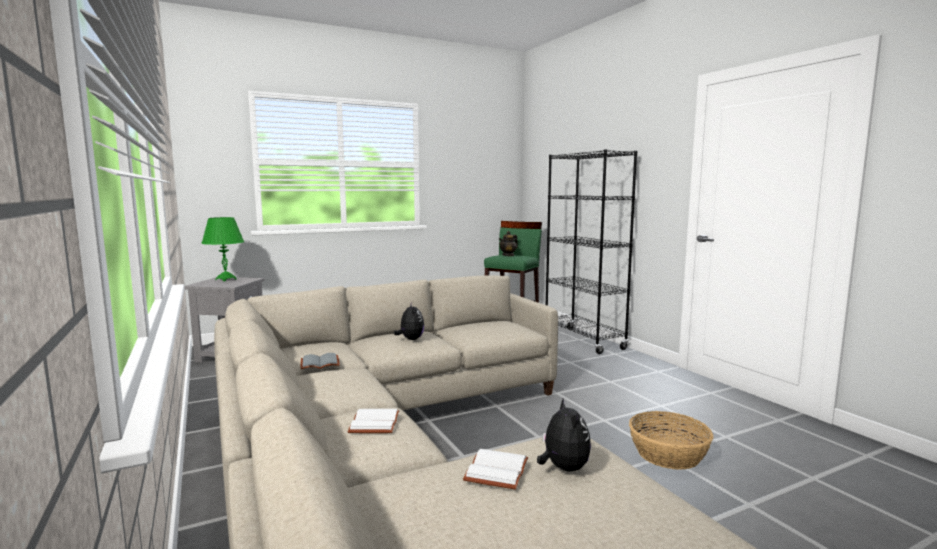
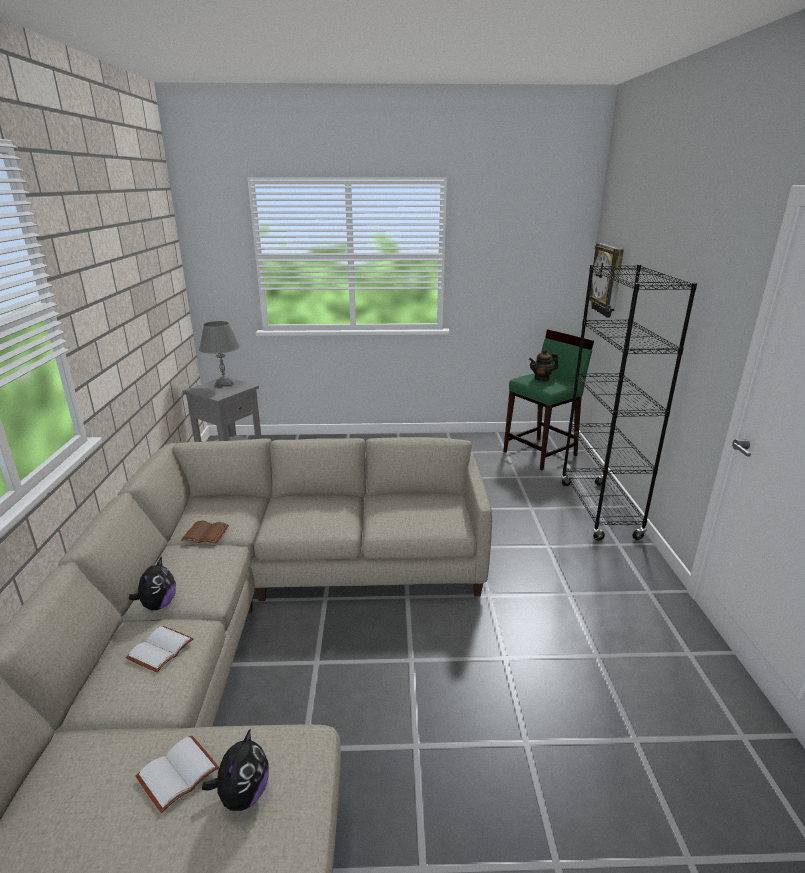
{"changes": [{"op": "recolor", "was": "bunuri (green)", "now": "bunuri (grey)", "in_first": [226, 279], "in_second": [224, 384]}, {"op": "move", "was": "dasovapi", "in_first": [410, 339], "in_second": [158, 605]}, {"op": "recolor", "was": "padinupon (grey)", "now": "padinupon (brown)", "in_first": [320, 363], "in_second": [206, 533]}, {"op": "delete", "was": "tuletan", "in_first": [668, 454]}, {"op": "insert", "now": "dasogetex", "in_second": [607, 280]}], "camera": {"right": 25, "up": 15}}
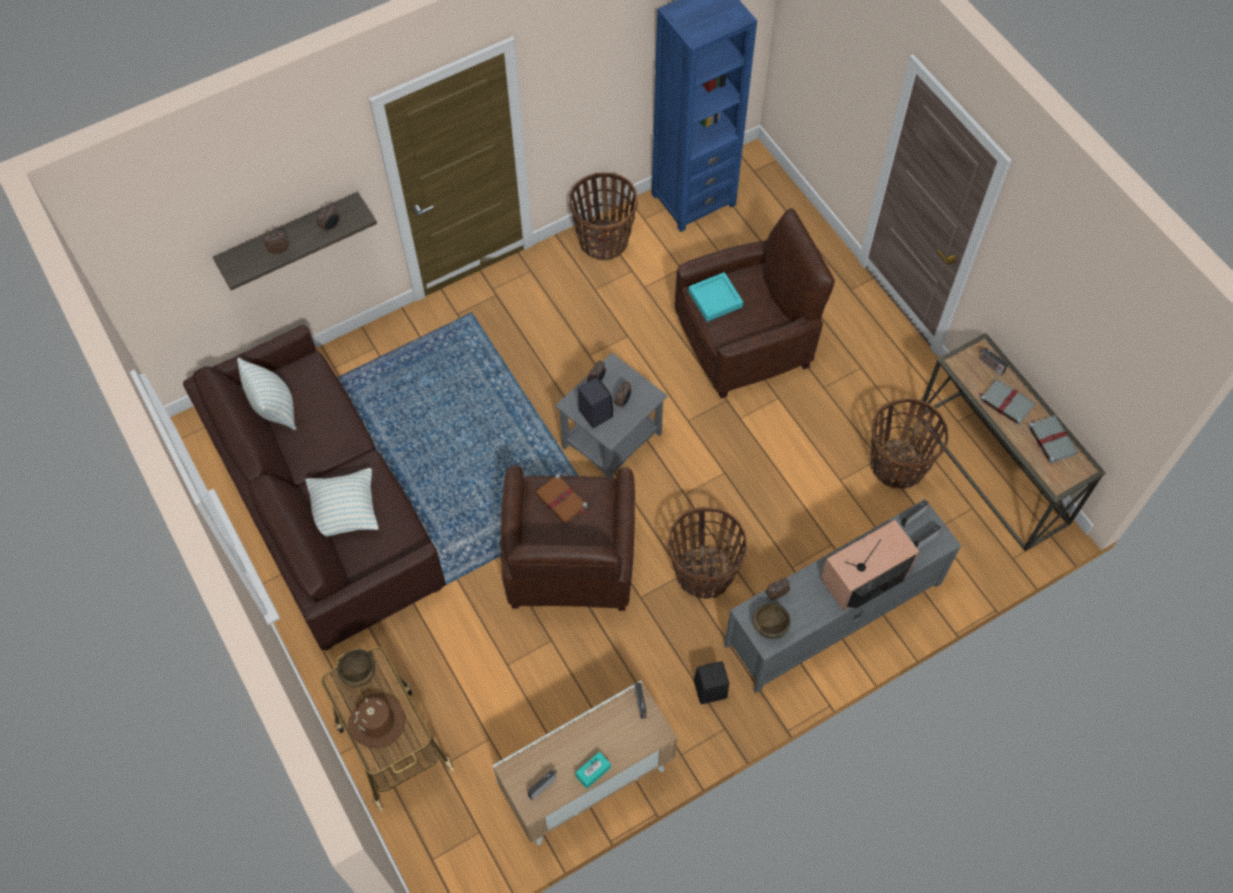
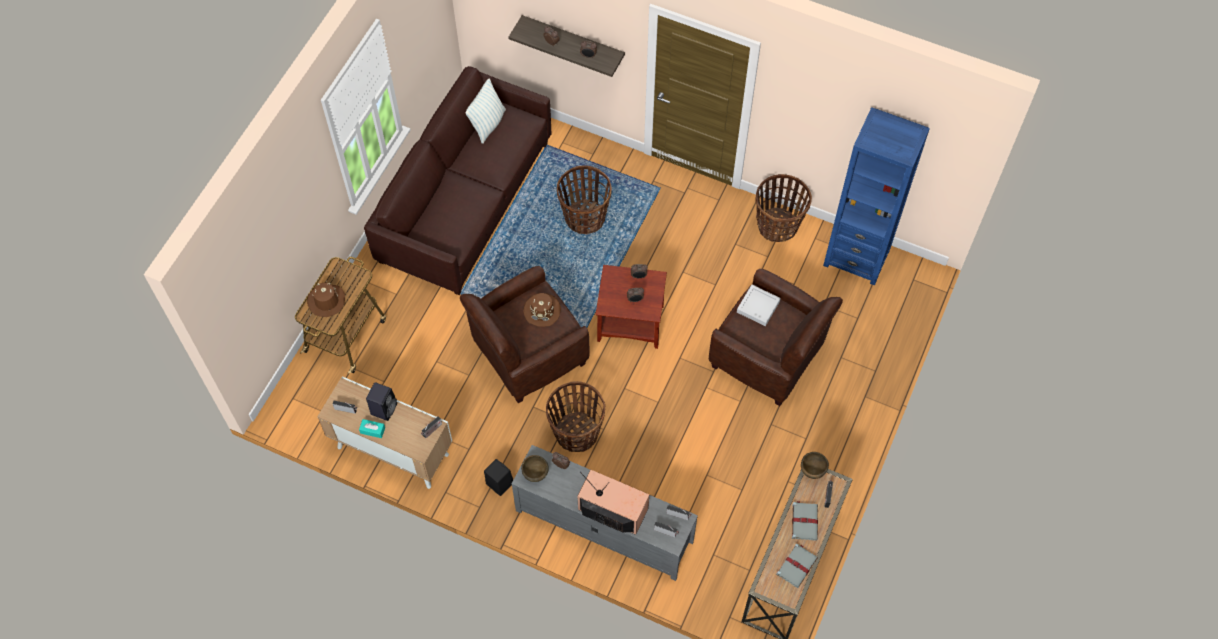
{"changes": [{"op": "recolor", "was": "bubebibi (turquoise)", "now": "bubebibi (grey)", "in_first": [715, 299], "in_second": [758, 307]}, {"op": "recolor", "was": "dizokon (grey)", "now": "dizokon (brown)", "in_first": [611, 440], "in_second": [630, 322]}, {"op": "move", "was": "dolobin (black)", "in_first": [594, 412], "in_second": [384, 408]}, {"op": "move", "was": "tuletan", "in_first": [897, 465], "in_second": [584, 217]}, {"op": "delete", "was": "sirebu", "in_first": [345, 512]}, {"op": "replace", "was": "padinupon (brown)", "now": "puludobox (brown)", "in_first": [562, 501], "in_second": [542, 310]}, {"op": "move", "was": "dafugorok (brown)", "in_first": [360, 675], "in_second": [812, 471]}], "camera": {"right": 55, "up": 0}}
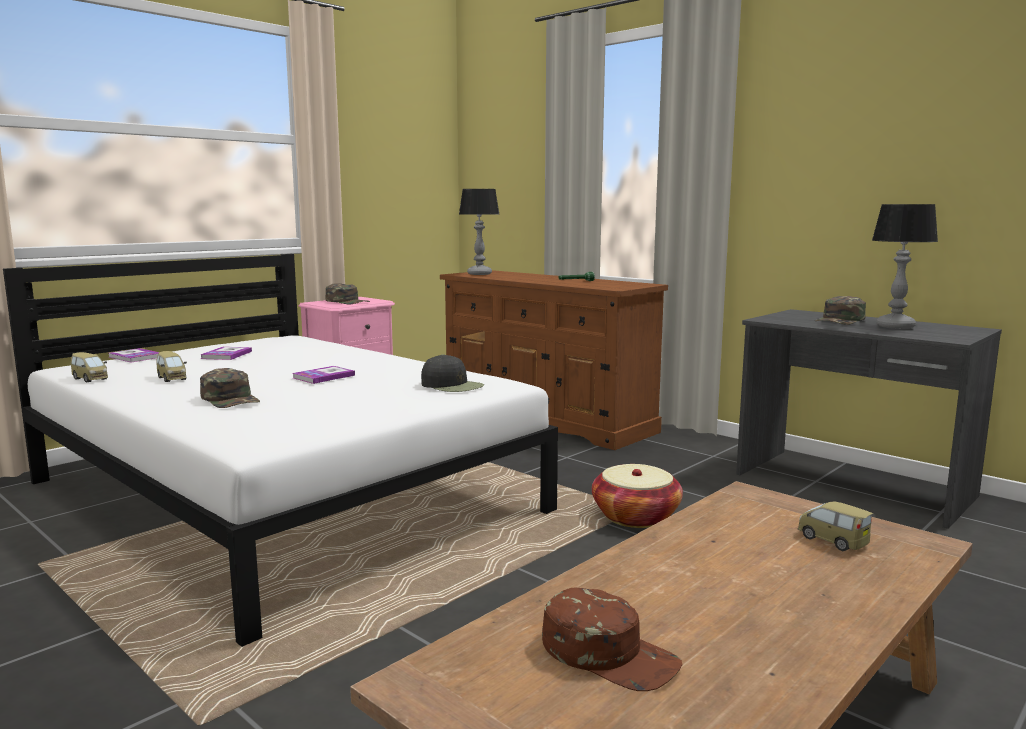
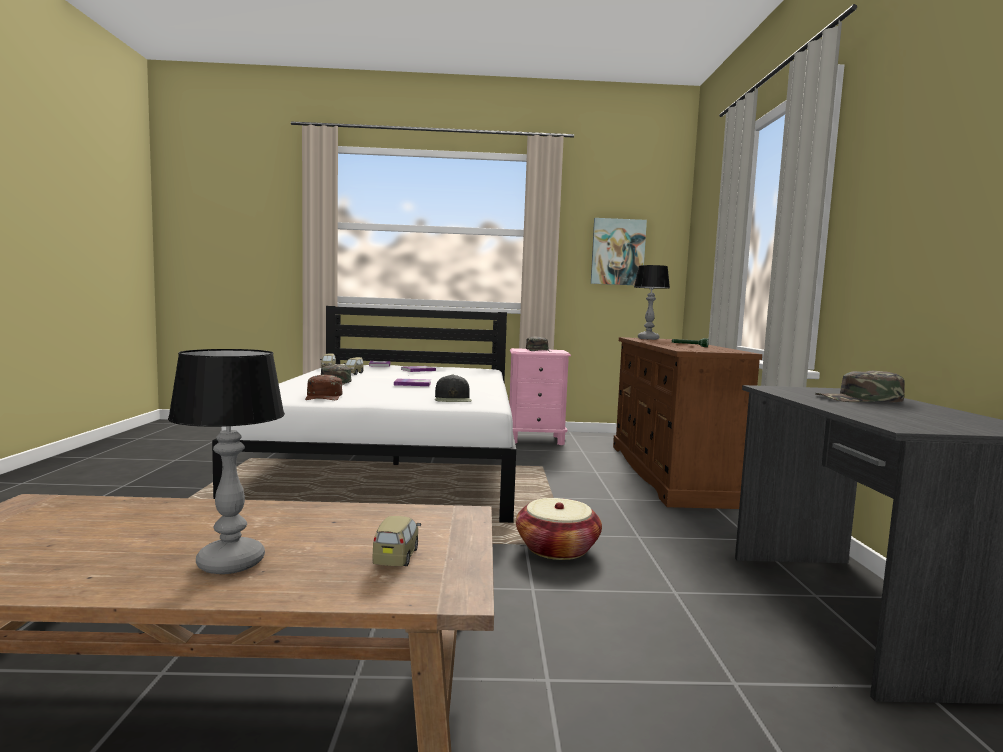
{"changes": [{"op": "move", "was": "bunuri", "in_first": [895, 326], "in_second": [229, 563]}, {"op": "move", "was": "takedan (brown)", "in_first": [609, 654], "in_second": [324, 397]}, {"op": "insert", "now": "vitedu", "in_second": [617, 252]}], "camera": {"right": 45, "up": -5}}
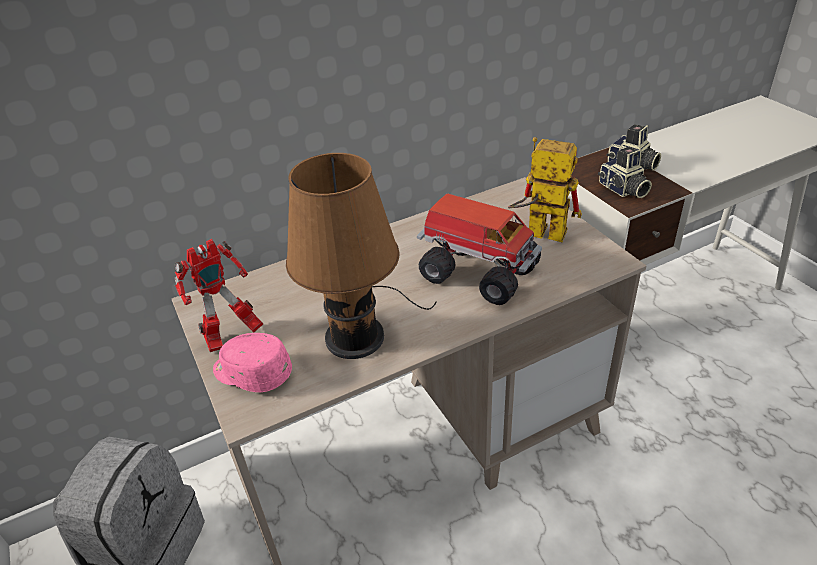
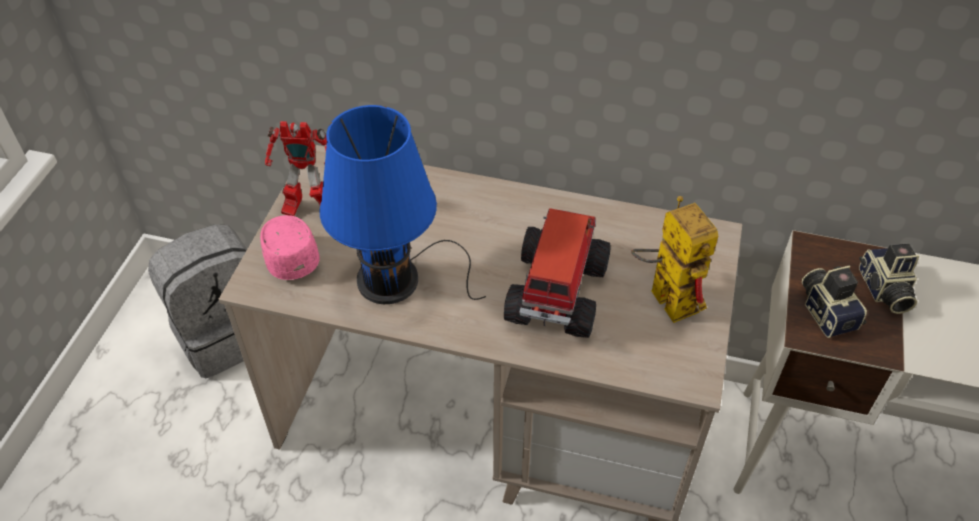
{"changes": [{"op": "rotate", "was": "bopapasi", "in_first": [623, 190], "in_second": [827, 311], "clockwise": 150}, {"op": "recolor", "was": "bunuri (brown)", "now": "bunuri (blue)", "in_first": [359, 333], "in_second": [395, 278]}, {"op": "rotate", "was": "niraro", "in_first": [477, 272], "in_second": [555, 294], "clockwise": -150}], "camera": {"right": 40, "up": 10}}
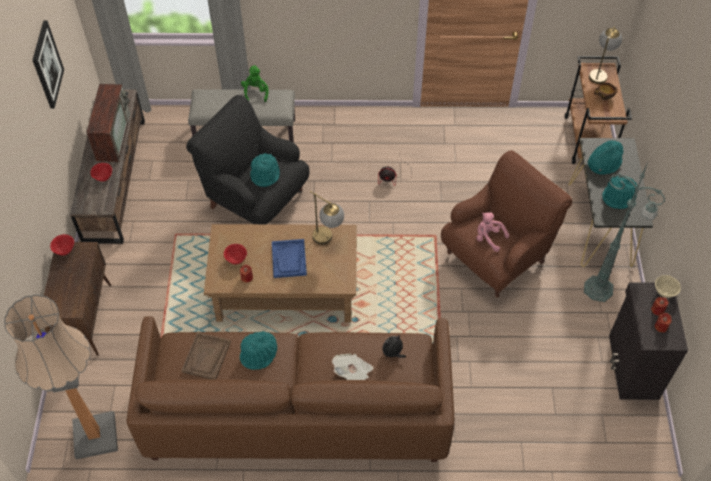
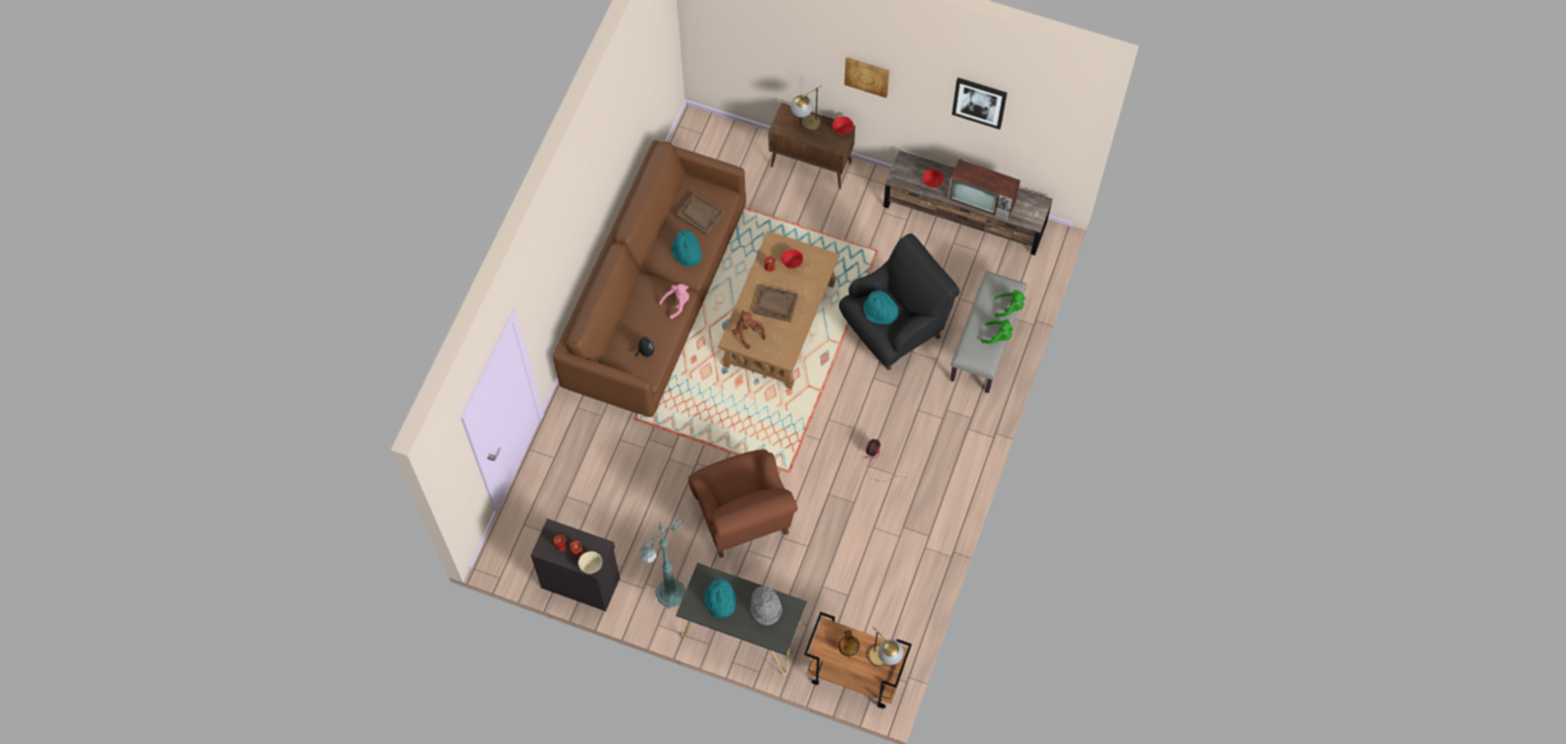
{"changes": [{"op": "recolor", "was": "puludobox (turquoise)", "now": "puludobox (grey)", "in_first": [604, 163], "in_second": [766, 607]}, {"op": "move", "was": "bunuri", "in_first": [328, 240], "in_second": [805, 126]}, {"op": "move", "was": "dasovapi (pink)", "in_first": [488, 238], "in_second": [677, 303]}, {"op": "recolor", "was": "bubebibi (blue)", "now": "bubebibi (brown)", "in_first": [289, 259], "in_second": [775, 304]}, {"op": "delete", "was": "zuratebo", "in_first": [95, 436]}, {"op": "delete", "was": "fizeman", "in_first": [353, 372]}, {"op": "insert", "now": "vitedu", "in_second": [867, 76]}, {"op": "insert", "now": "dasovapi (green)", "in_second": [1010, 307]}, {"op": "insert", "now": "dasovapi (brown)", "in_second": [747, 333]}], "camera": {"right": 110, "up": 10}}
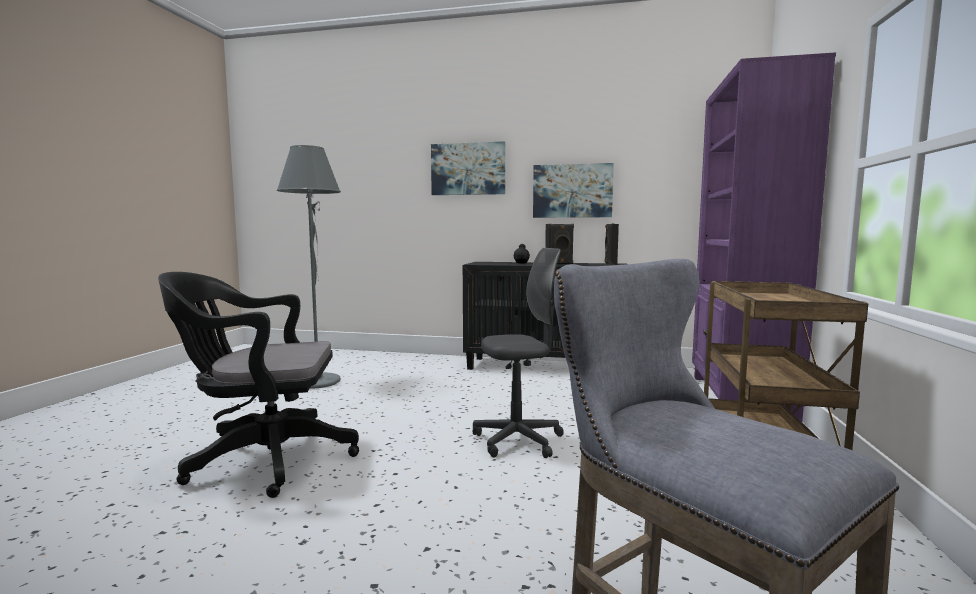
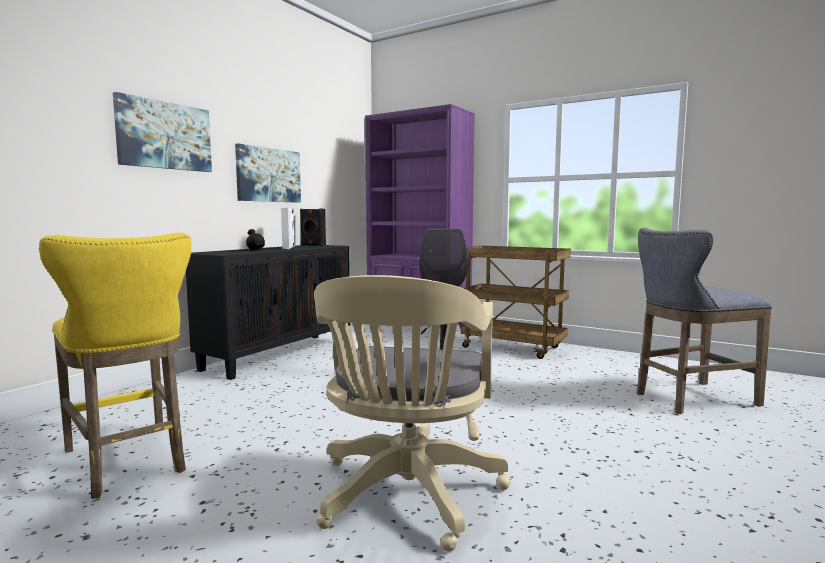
{"changes": [{"op": "replace", "was": "zuratebo (grey)", "now": "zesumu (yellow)", "in_first": [317, 382], "in_second": [128, 462]}, {"op": "recolor", "was": "dolobin (black)", "now": "dolobin (white)", "in_first": [559, 264], "in_second": [289, 248]}, {"op": "recolor", "was": "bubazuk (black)", "now": "bubazuk (beige)", "in_first": [264, 459], "in_second": [406, 497]}], "camera": {"right": -70, "up": 0}}
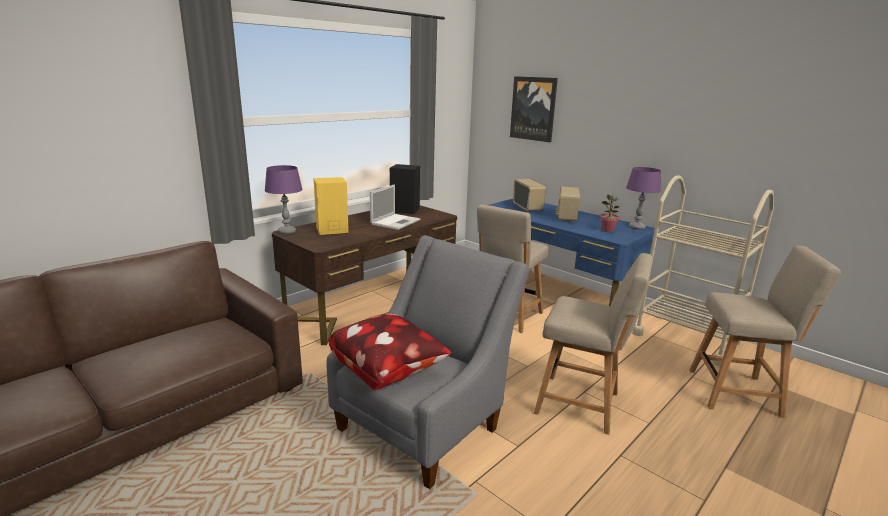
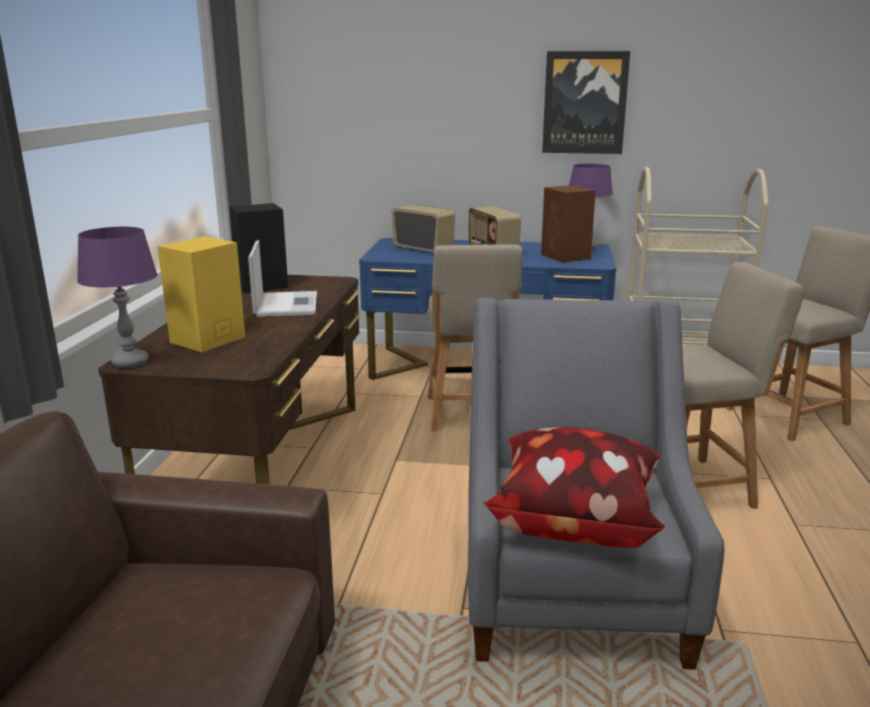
{"changes": [{"op": "move", "was": "vitedu", "in_first": [533, 109], "in_second": [584, 103]}, {"op": "replace", "was": "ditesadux", "now": "dolobin (brown)", "in_first": [607, 230], "in_second": [566, 257]}], "camera": {"right": -35, "up": 0}}
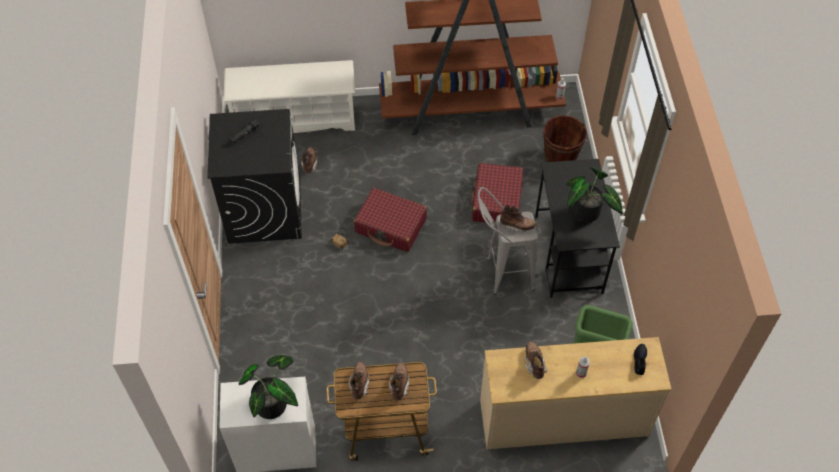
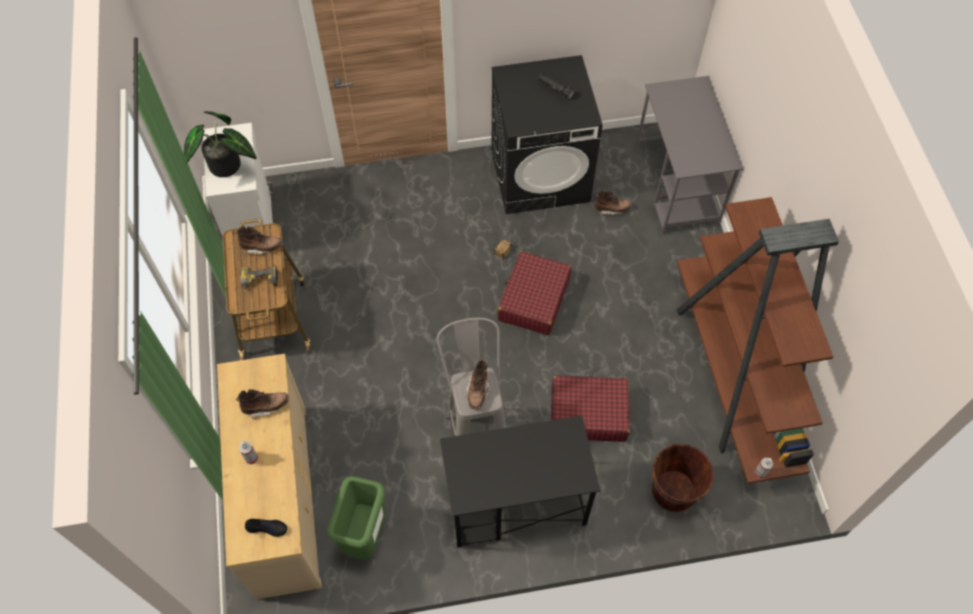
{"changes": [{"op": "replace", "was": "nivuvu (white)", "now": "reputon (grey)", "in_first": [295, 118], "in_second": [676, 186]}, {"op": "delete", "was": "ditesadux", "in_first": [587, 214]}, {"op": "replace", "was": "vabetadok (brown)", "now": "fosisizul", "in_first": [399, 384], "in_second": [259, 283]}], "camera": {"right": 85, "up": 5}}
